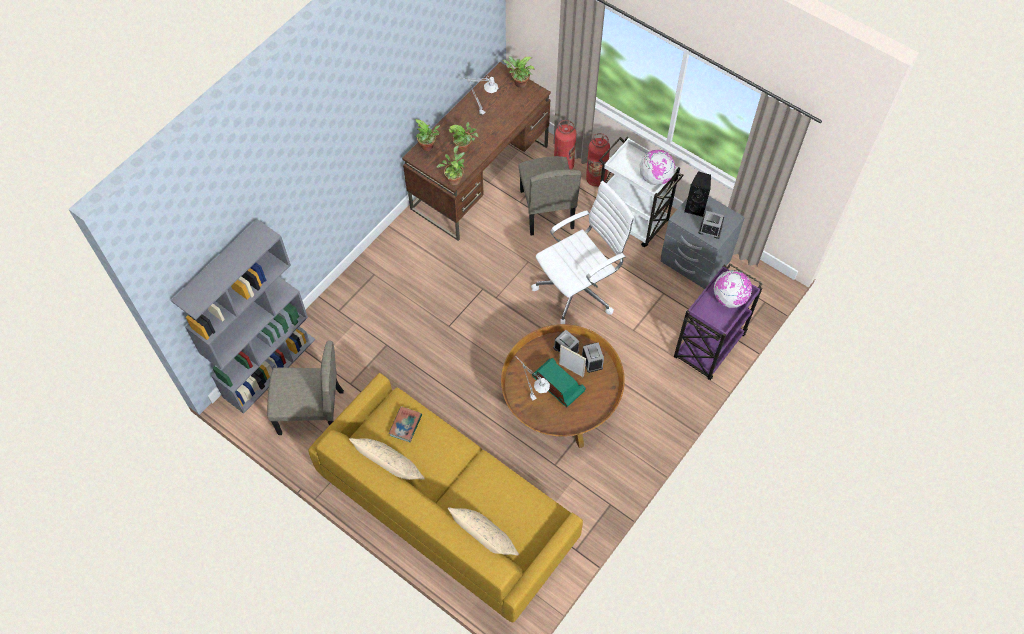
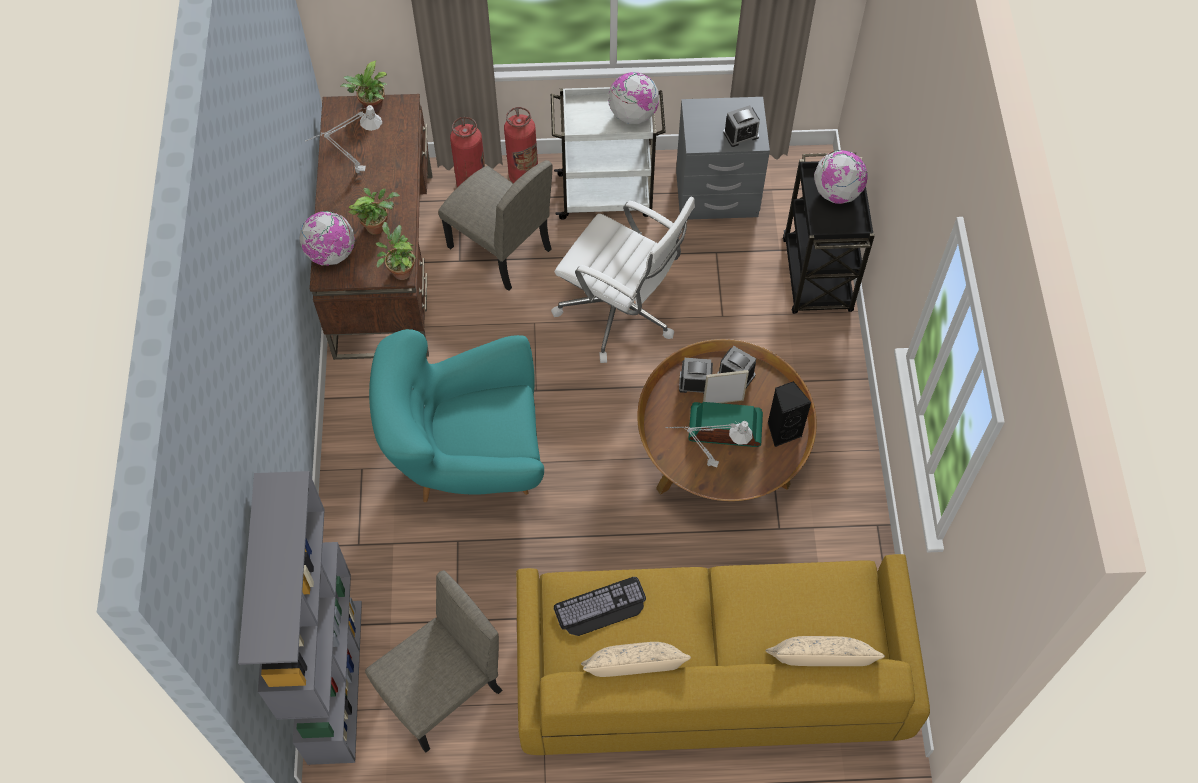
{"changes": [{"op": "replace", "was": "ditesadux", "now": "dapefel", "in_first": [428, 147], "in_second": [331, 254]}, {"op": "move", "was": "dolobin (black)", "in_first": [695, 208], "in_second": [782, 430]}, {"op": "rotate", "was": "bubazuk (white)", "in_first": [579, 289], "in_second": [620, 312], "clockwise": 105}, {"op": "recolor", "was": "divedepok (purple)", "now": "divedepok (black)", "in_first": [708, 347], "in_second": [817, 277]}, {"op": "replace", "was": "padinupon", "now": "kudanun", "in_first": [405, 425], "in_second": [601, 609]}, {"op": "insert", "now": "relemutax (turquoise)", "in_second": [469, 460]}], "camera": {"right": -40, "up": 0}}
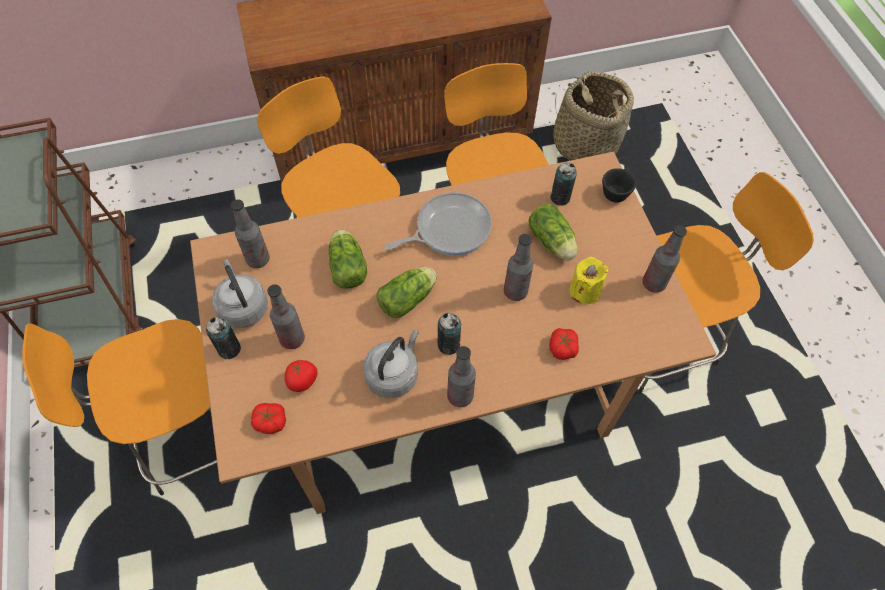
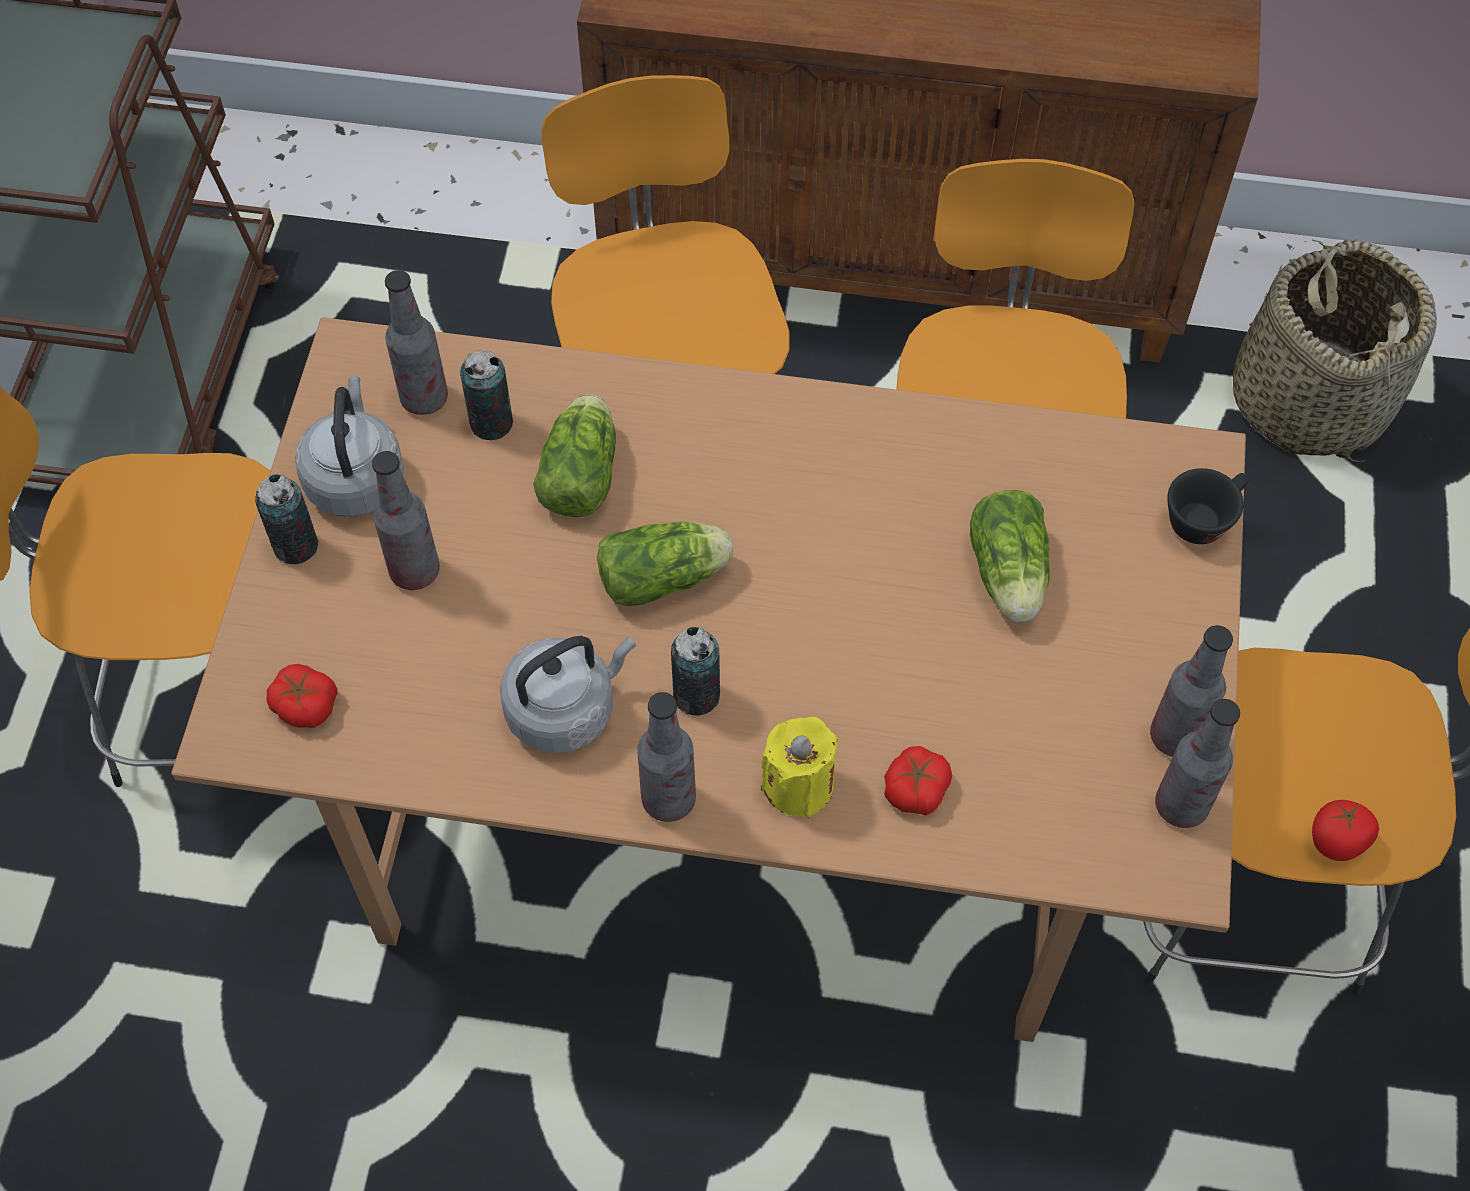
{"changes": [{"op": "move", "was": "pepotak", "in_first": [560, 198], "in_second": [491, 423]}, {"op": "delete", "was": "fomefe", "in_first": [449, 229]}, {"op": "move", "was": "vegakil", "in_first": [515, 291], "in_second": [1181, 805]}, {"op": "move", "was": "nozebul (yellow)", "in_first": [584, 291], "in_second": [798, 785]}, {"op": "move", "was": "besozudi", "in_first": [303, 380], "in_second": [1337, 840]}], "camera": {"right": 25, "up": 0}}
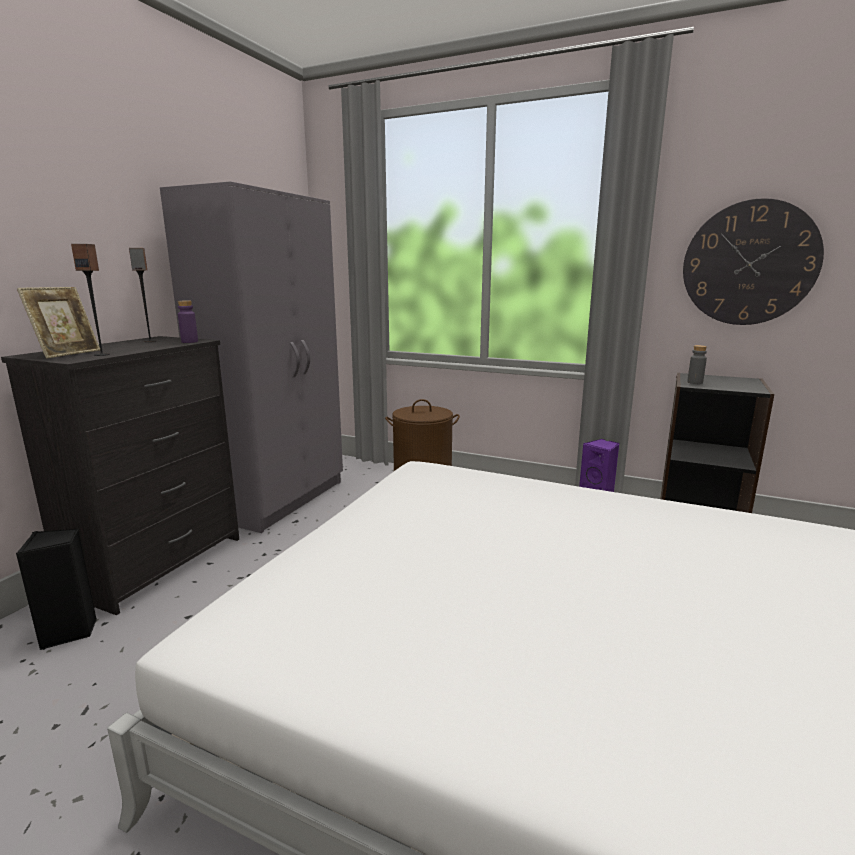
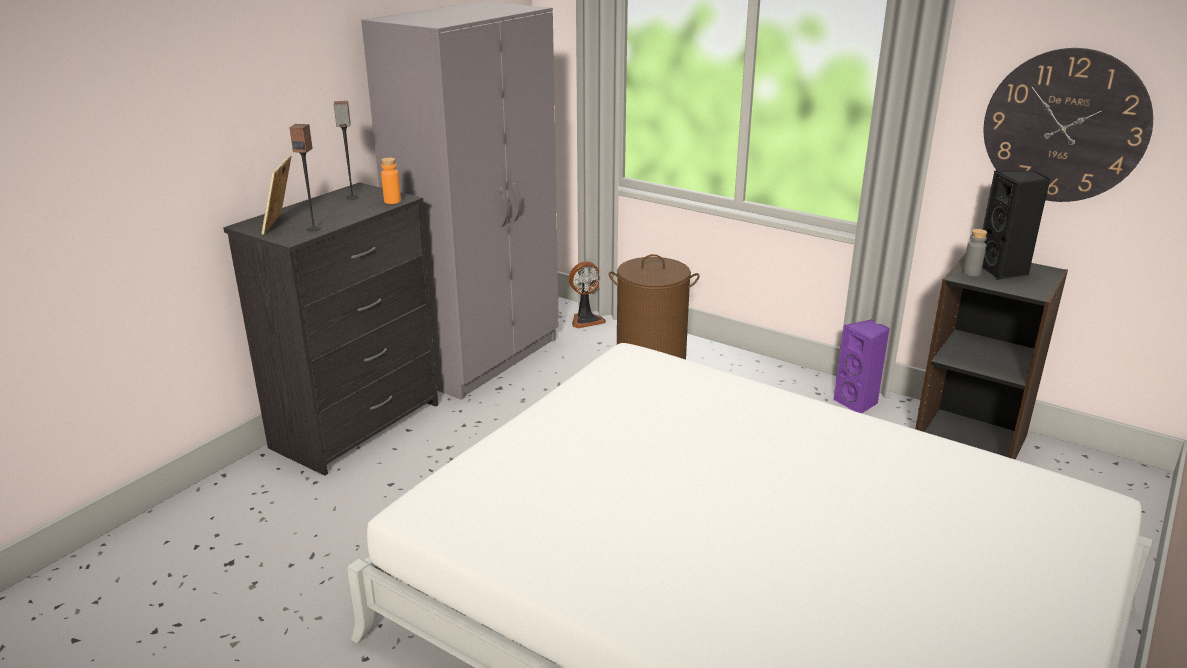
{"changes": [{"op": "rotate", "was": "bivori", "in_first": [67, 354], "in_second": [281, 225], "clockwise": 150}, {"op": "recolor", "was": "vegakil (purple)", "now": "vegakil (orange)", "in_first": [189, 342], "in_second": [392, 201]}, {"op": "move", "was": "dolobin (black)", "in_first": [69, 632], "in_second": [1003, 271]}, {"op": "insert", "now": "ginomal", "in_second": [586, 320]}], "camera": {"right": 10, "up": 10}}
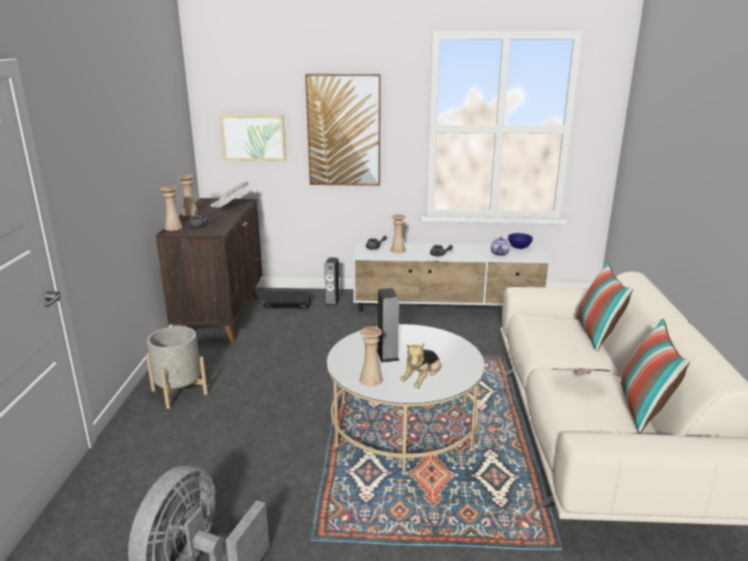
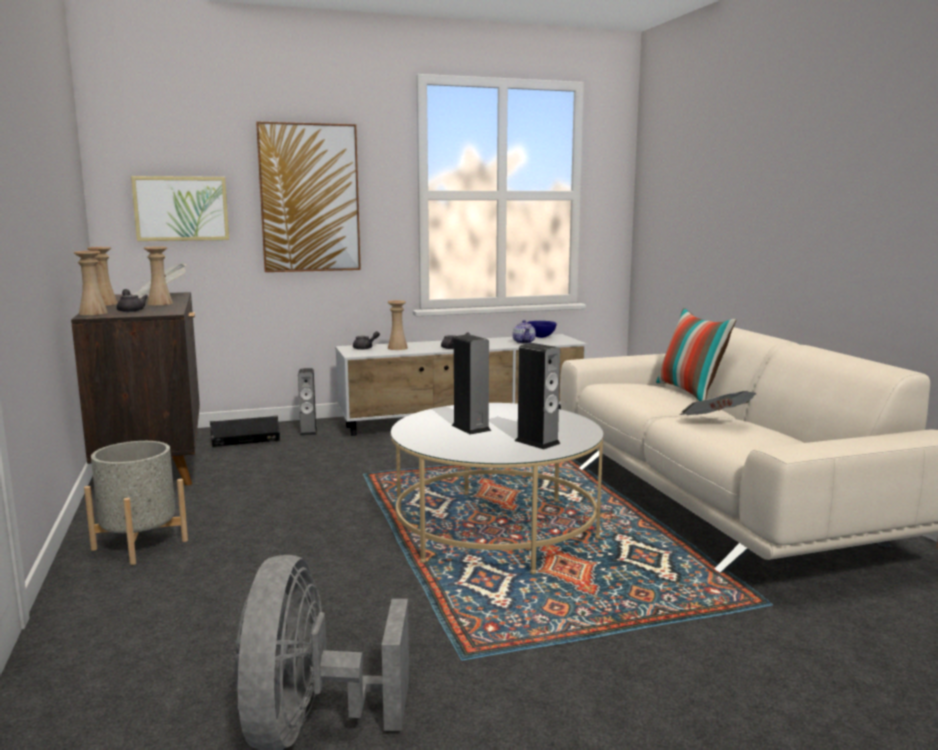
{"changes": [{"op": "delete", "was": "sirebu", "in_first": [644, 409]}, {"op": "move", "was": "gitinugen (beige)", "in_first": [371, 379], "in_second": [160, 303]}, {"op": "replace", "was": "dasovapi", "now": "dolobin", "in_first": [422, 380], "in_second": [537, 442]}], "camera": {"right": -20, "up": -10}}
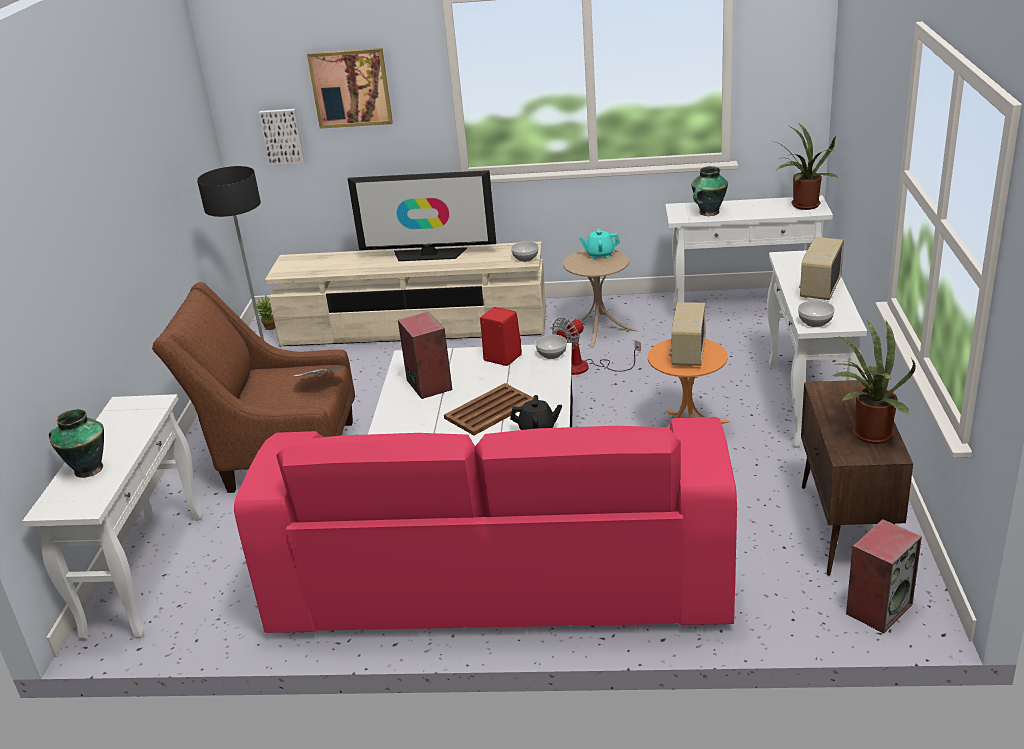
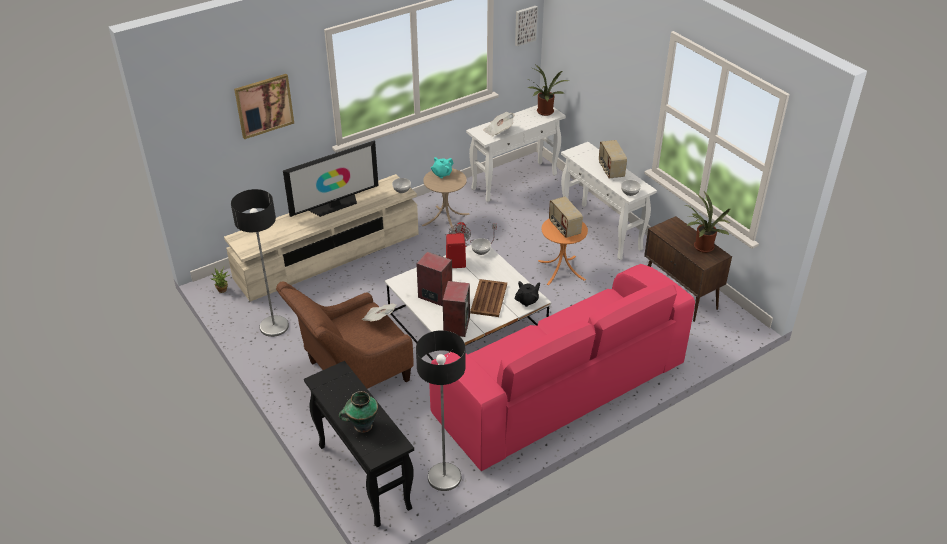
{"changes": [{"op": "move", "was": "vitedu", "in_first": [282, 136], "in_second": [525, 25]}, {"op": "replace", "was": "gitinugen", "now": "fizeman", "in_first": [708, 213], "in_second": [498, 131]}, {"op": "recolor", "was": "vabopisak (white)", "now": "vabopisak (black)", "in_first": [145, 573], "in_second": [363, 476]}, {"op": "move", "was": "dolobin", "in_first": [878, 608], "in_second": [456, 325]}, {"op": "insert", "now": "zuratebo", "in_second": [444, 477]}], "camera": {"right": -40, "up": 10}}
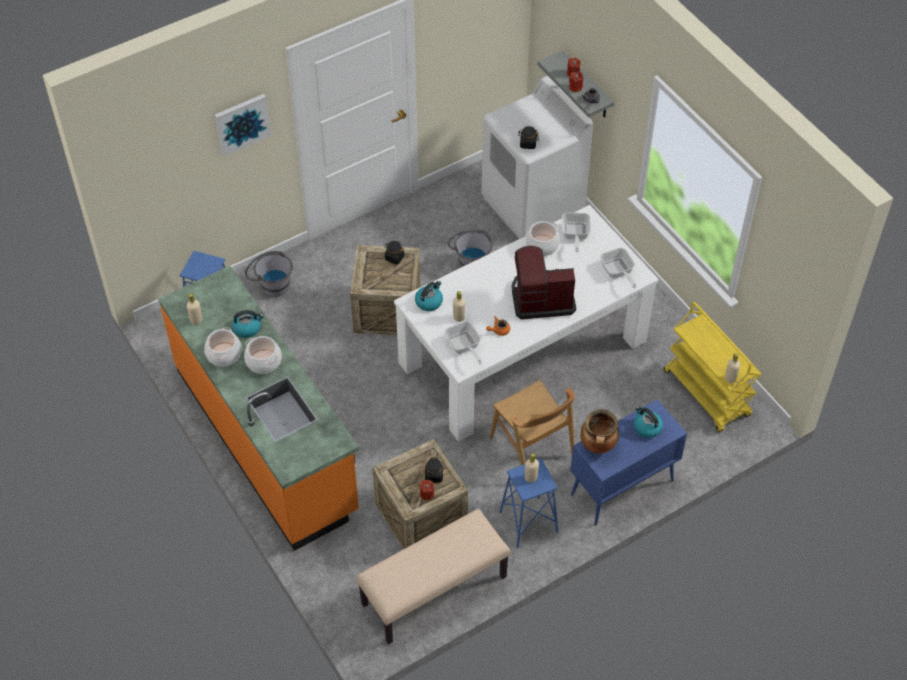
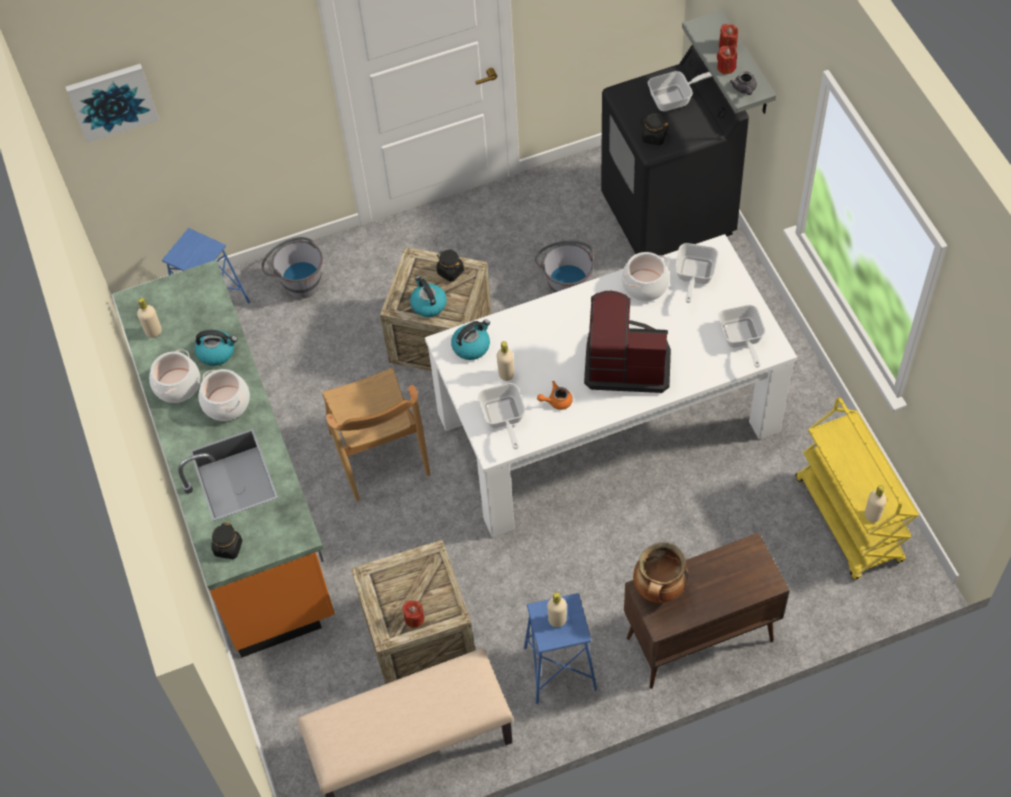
{"changes": [{"op": "recolor", "was": "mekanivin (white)", "now": "mekanivin (black)", "in_first": [533, 205], "in_second": [668, 214]}, {"op": "move", "was": "vitedu", "in_first": [242, 123], "in_second": [112, 101]}, {"op": "move", "was": "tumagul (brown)", "in_first": [532, 448], "in_second": [379, 454]}, {"op": "recolor", "was": "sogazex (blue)", "now": "sogazex (brown)", "in_first": [621, 488], "in_second": [698, 640]}, {"op": "move", "was": "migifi", "in_first": [646, 427], "in_second": [428, 304]}, {"op": "move", "was": "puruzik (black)", "in_first": [434, 476], "in_second": [228, 548]}, {"op": "insert", "now": "fomefe", "in_second": [675, 99]}], "camera": {"right": 15, "up": 5}}
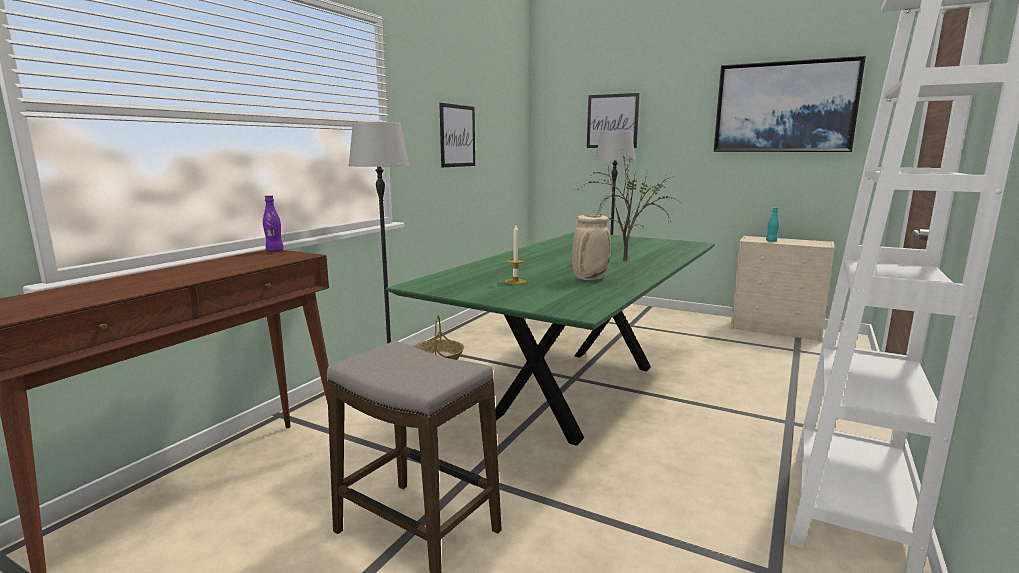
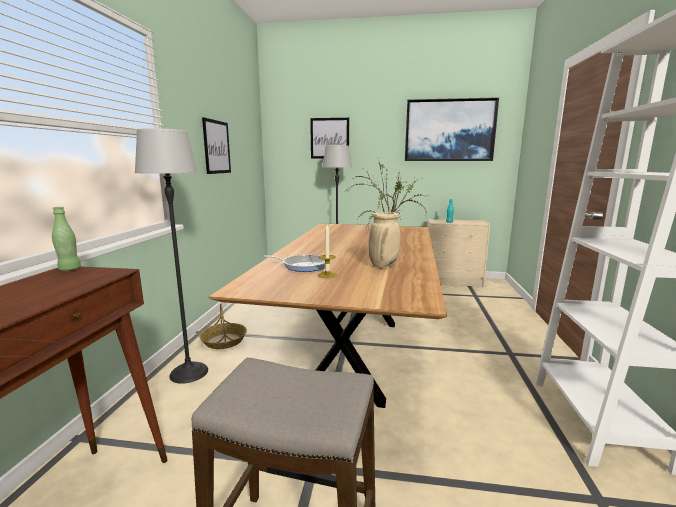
{"changes": [{"op": "recolor", "was": "vegakil (purple)", "now": "vegakil (green)", "in_first": [274, 251], "in_second": [69, 269]}, {"op": "recolor", "was": "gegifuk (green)", "now": "gegifuk (brown)", "in_first": [577, 391], "in_second": [355, 353]}, {"op": "insert", "now": "fomefe", "in_second": [303, 266]}], "camera": {"right": -20, "up": 0}}
